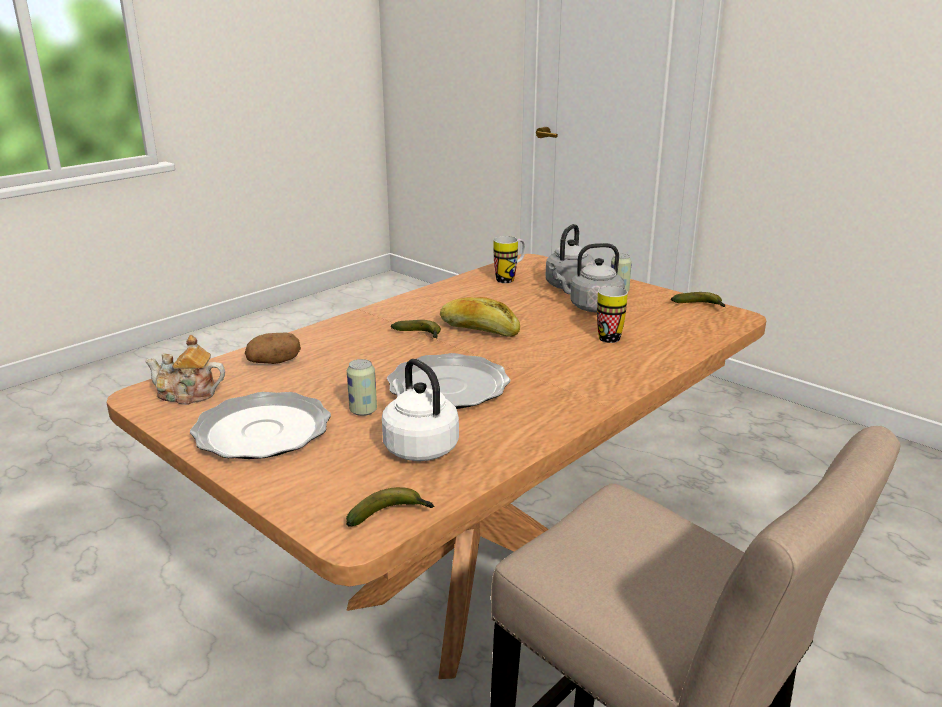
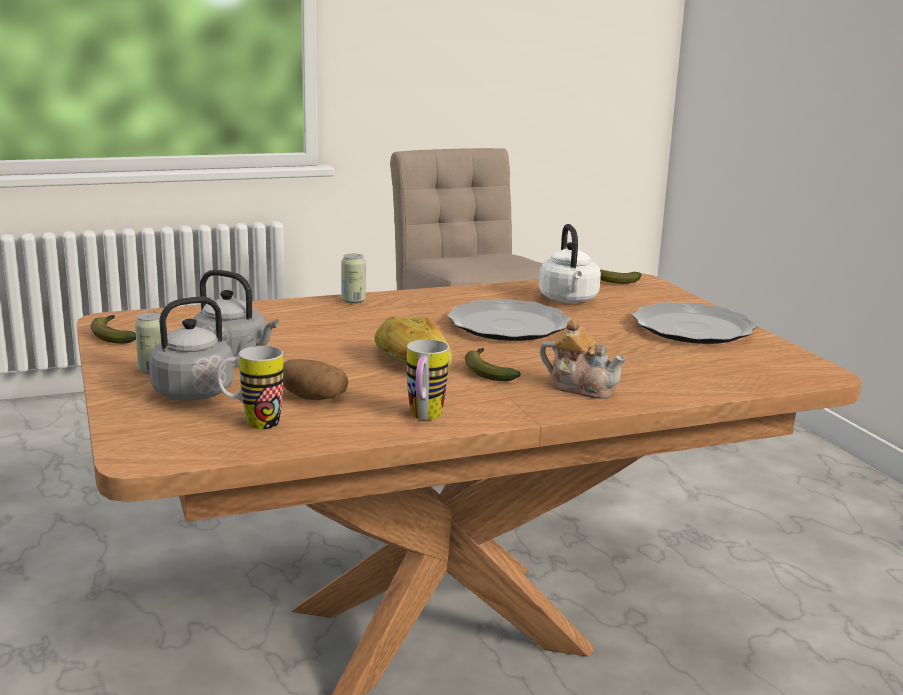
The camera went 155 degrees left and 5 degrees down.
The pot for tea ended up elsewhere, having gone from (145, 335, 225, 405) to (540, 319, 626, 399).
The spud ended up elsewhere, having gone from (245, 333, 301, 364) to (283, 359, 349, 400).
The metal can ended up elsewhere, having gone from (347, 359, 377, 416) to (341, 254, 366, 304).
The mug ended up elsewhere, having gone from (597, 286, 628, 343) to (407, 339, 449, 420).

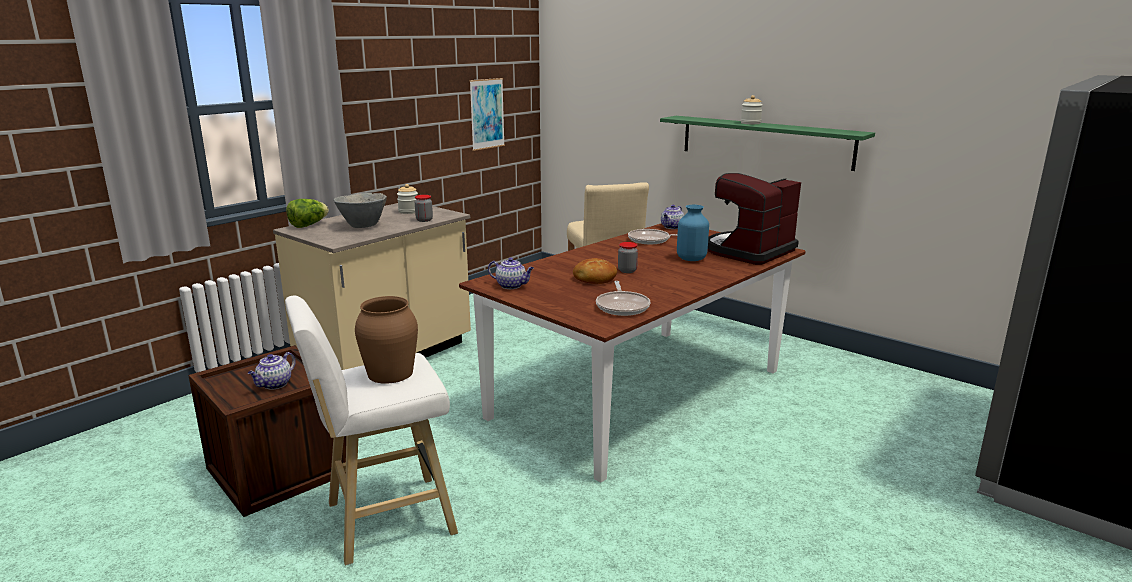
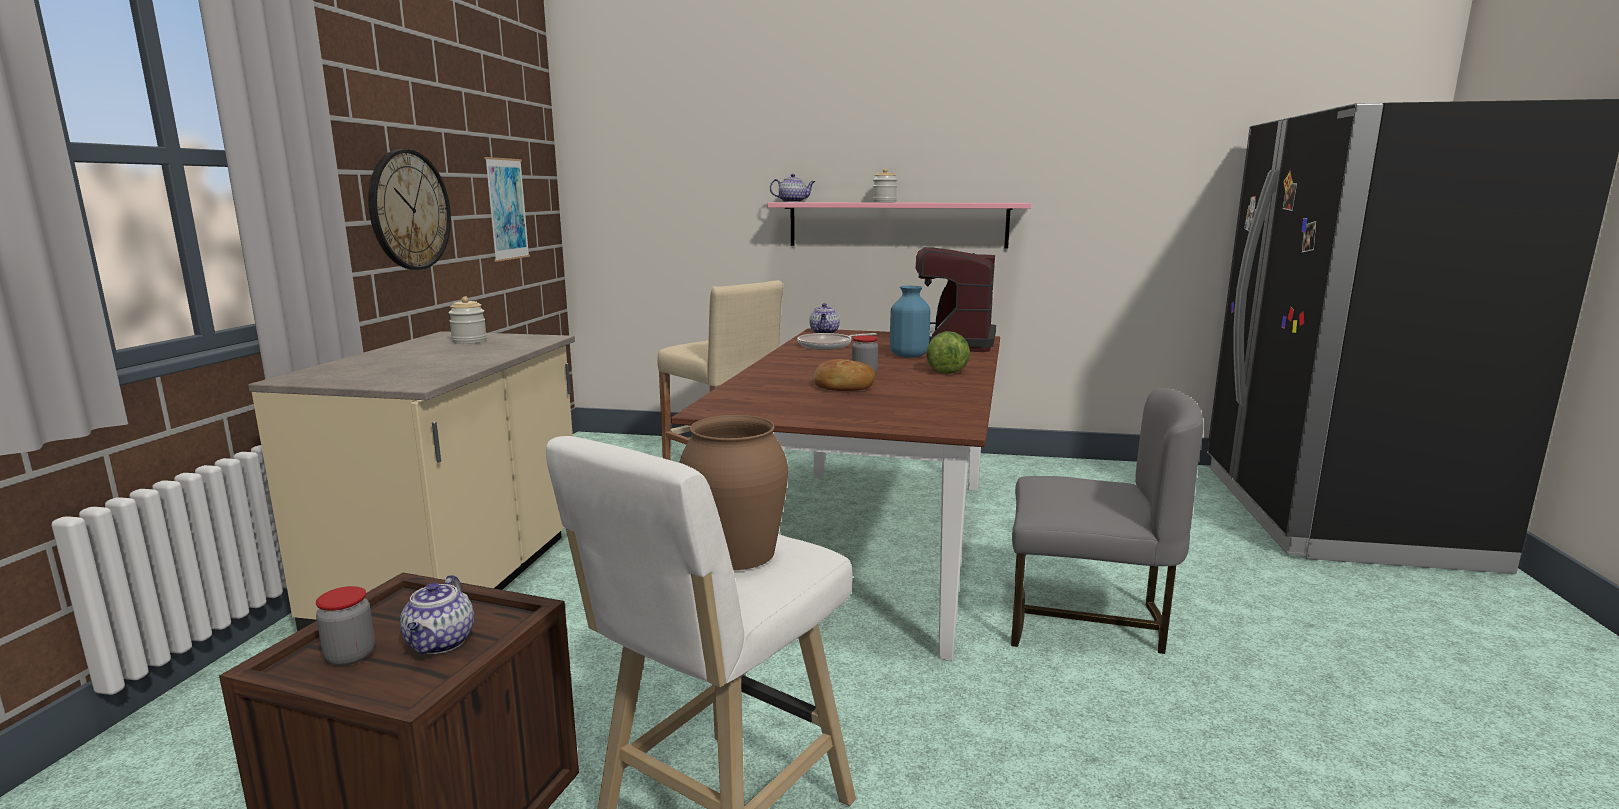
The camera went 30 degrees left and 5 degrees down.
The lettuce head ended up elsewhere, having gone from (286, 199, 329, 228) to (926, 331, 970, 374).
The second view lost the grey bowl at (334, 193, 387, 228).
The jar ended up elsewhere, having gone from (415, 195, 433, 222) to (316, 586, 375, 666).
The pot for tea ended up elsewhere, having gone from (488, 257, 534, 289) to (770, 174, 815, 202).
The second view lost the frying pan at (596, 281, 650, 316).
What was the greenish bracket shelf at (660, 116, 875, 171) turned into the pink-coloured bracket shelf at (767, 202, 1031, 248).
The second view gained the hanging clock at (368, 149, 451, 270).
The second view gained the grey upright chair at (1011, 388, 1203, 654).

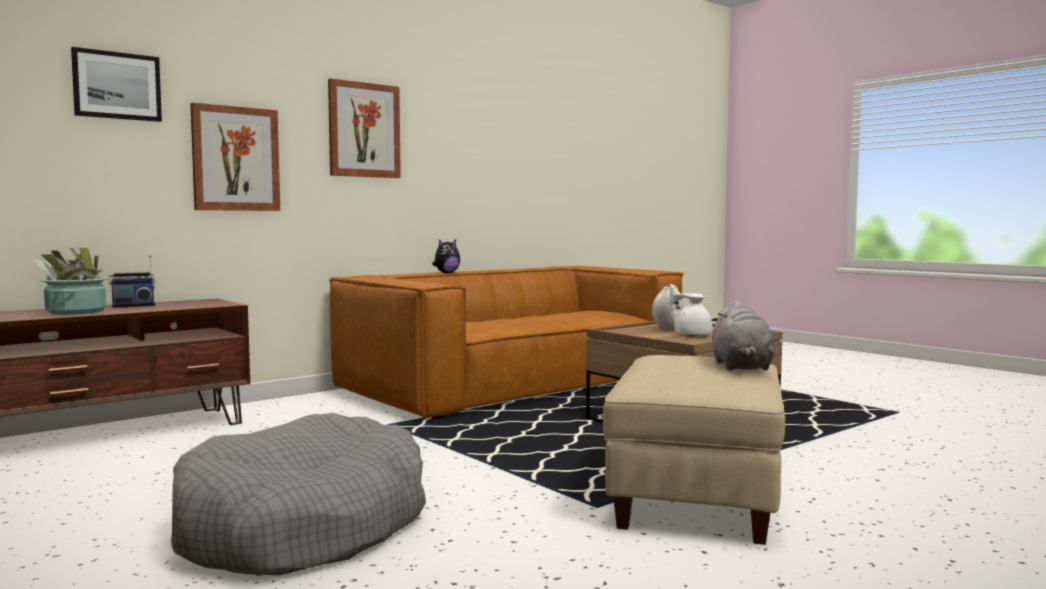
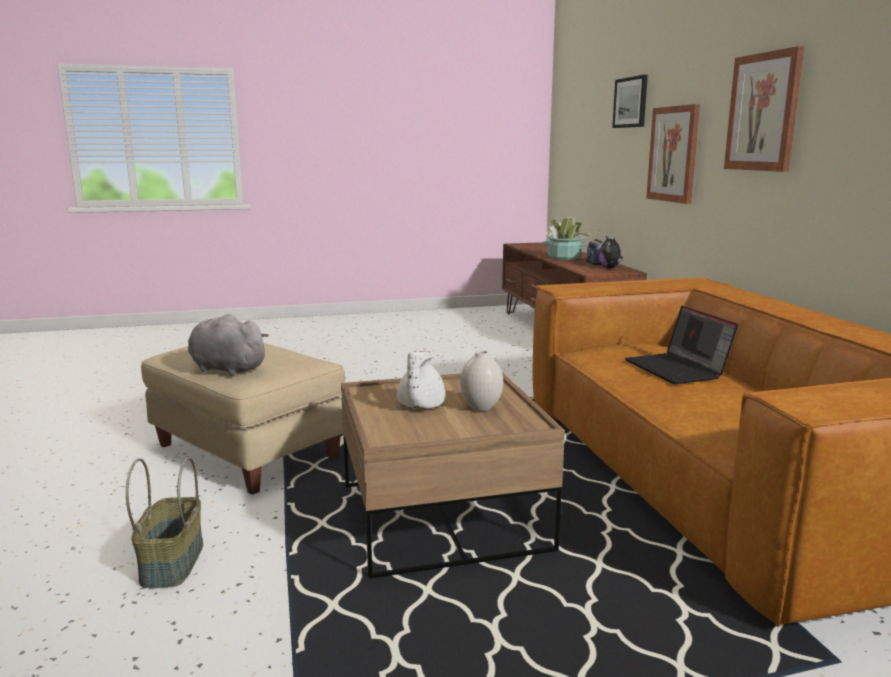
The camera went 115 degrees right and 10 degrees up.
The second view lost the grey pet bed at (171, 413, 426, 575).
The soft toy ended up elsewhere, having gone from (432, 240, 460, 273) to (599, 236, 623, 268).
The white pot for tea at (670, 284, 712, 336) ended up facing another way, 120 degrees clockwise from before.
The second view gained the household basket at (126, 457, 203, 588).
The second view gained the portable computer at (625, 306, 738, 384).

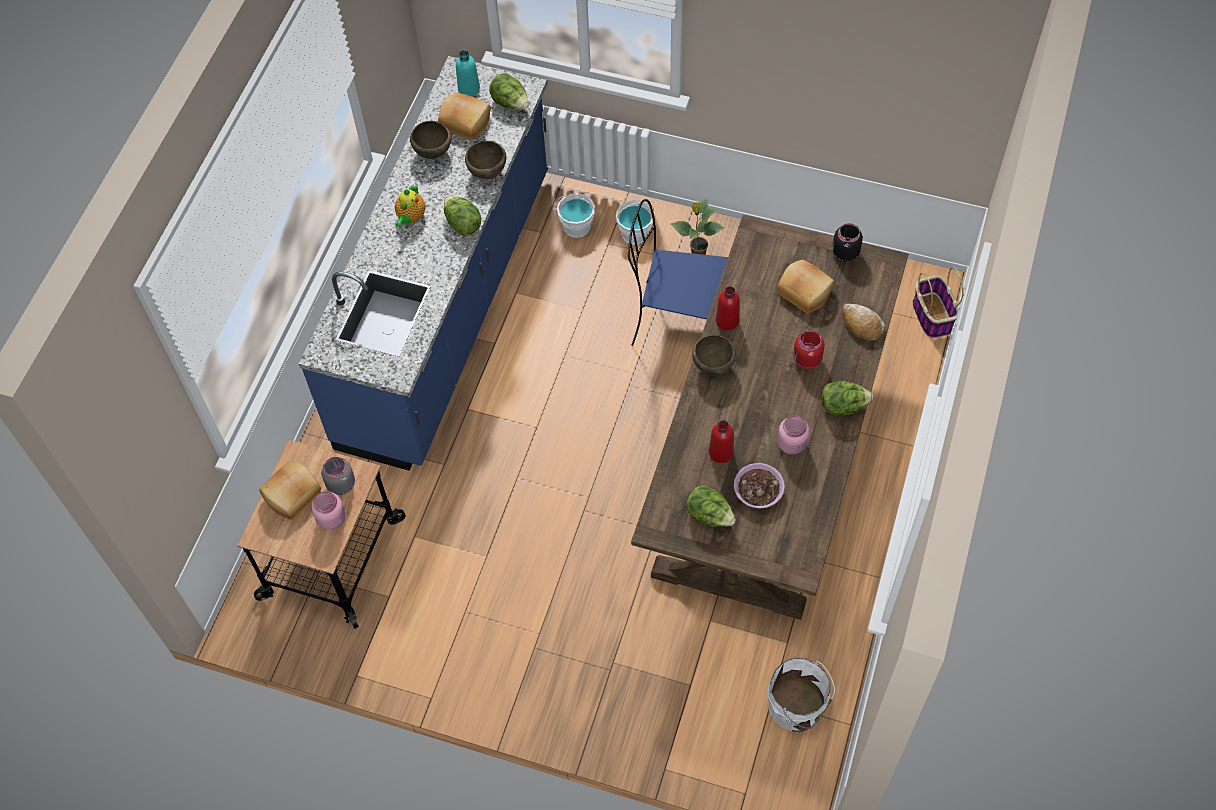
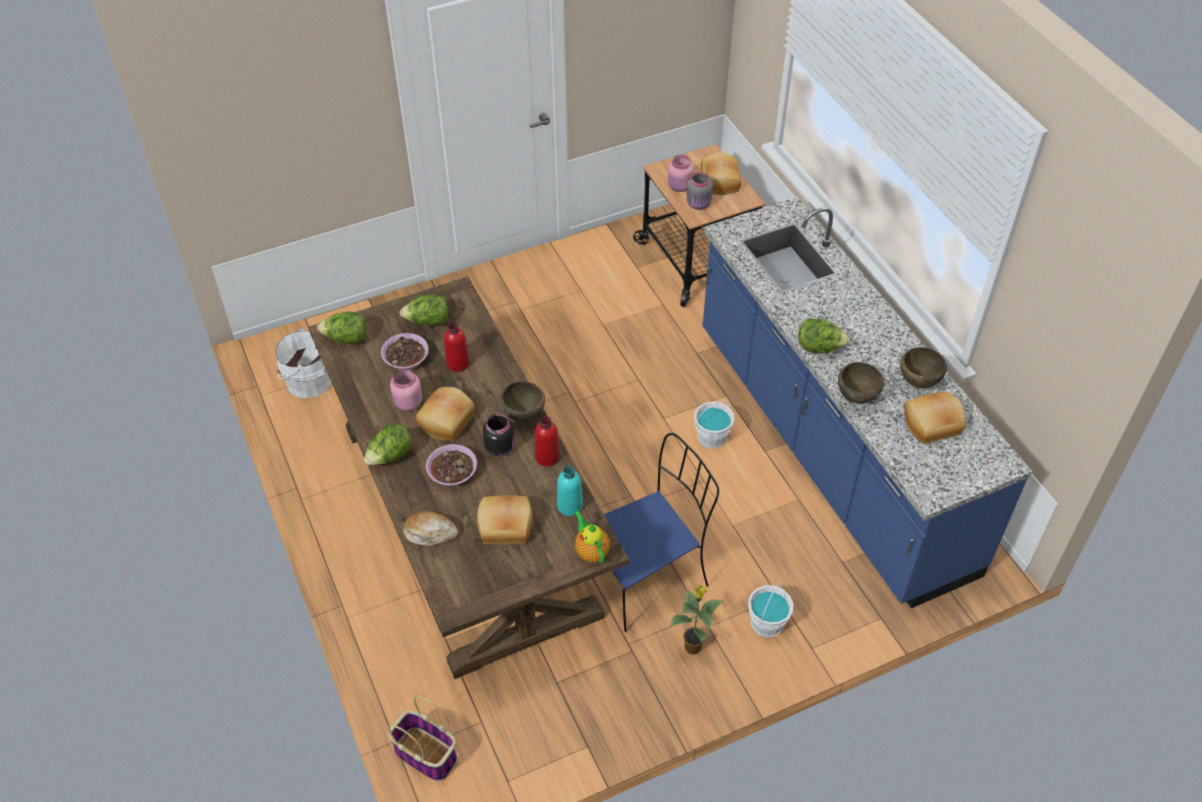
The camera went 135 degrees right and 10 degrees down.
The pot for tea ended up elsewhere, having gone from (395, 185, 425, 227) to (574, 510, 610, 563).
The blue-green drink bottle ended up elsewhere, having gone from (456, 50, 480, 96) to (557, 466, 583, 516).
The lettuce head ended up elsewhere, having gone from (489, 73, 529, 110) to (317, 312, 366, 344).
The white pail ended up elsewhere, having gone from (557, 193, 595, 238) to (694, 401, 734, 449).
Where the red jar stood at (793, 330, 824, 369), the bowl came to stand at (426, 444, 477, 486).
The black-coloured jar ended up elsewhere, having gone from (832, 223, 863, 262) to (483, 414, 515, 456).
The second view gained the baked bread at (415, 387, 475, 441).

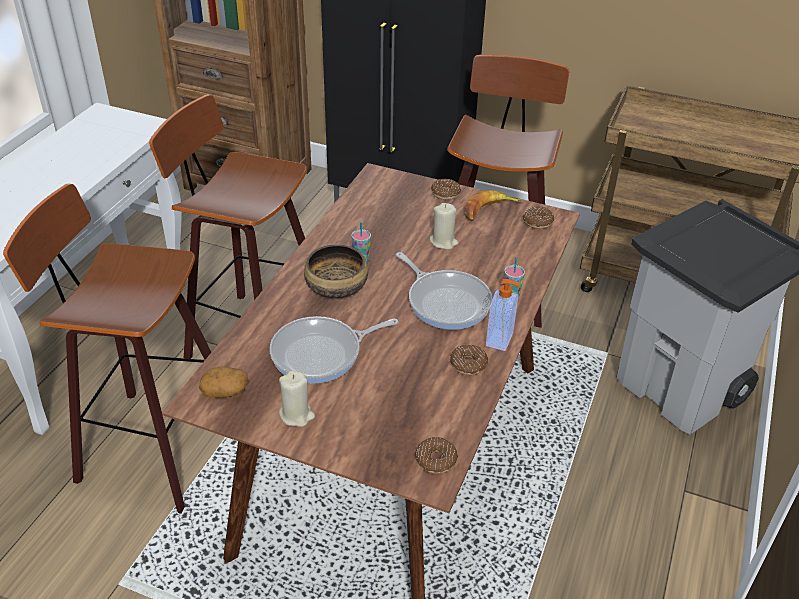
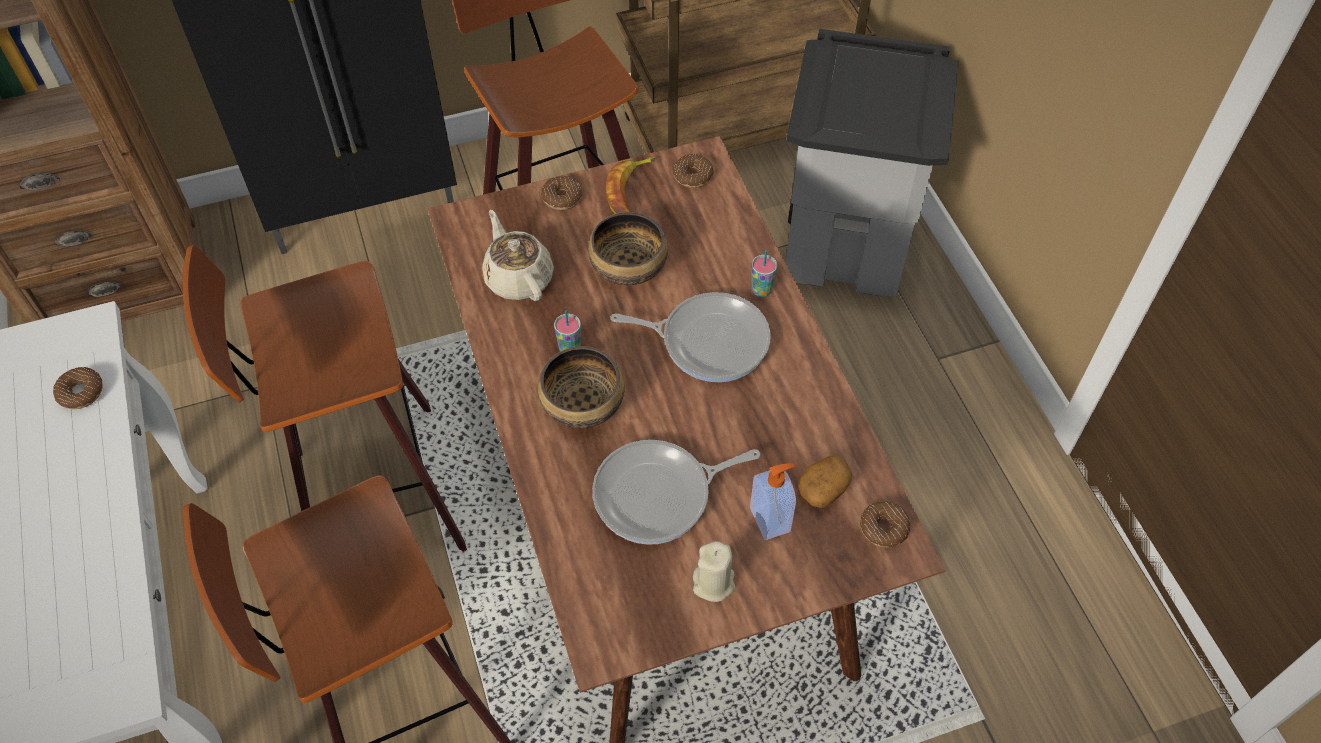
The camera went 40 degrees left and 15 degrees up.
The spud ended up elsewhere, having gone from (199, 366, 248, 398) to (798, 456, 852, 508).
The frying pan at (270, 316, 398, 383) ended up facing another way, 45 degrees clockwise from before.
Where the beige candle stood at (430, 203, 458, 250), the bowl came to stand at (588, 212, 668, 285).
The doughnut ended up elsewhere, having gone from (450, 345, 488, 375) to (53, 367, 103, 409).
The soap bottle ended up elsewhere, having gone from (486, 279, 520, 351) to (750, 463, 796, 540).
The second view gained the beige pot for tea at (482, 210, 554, 301).

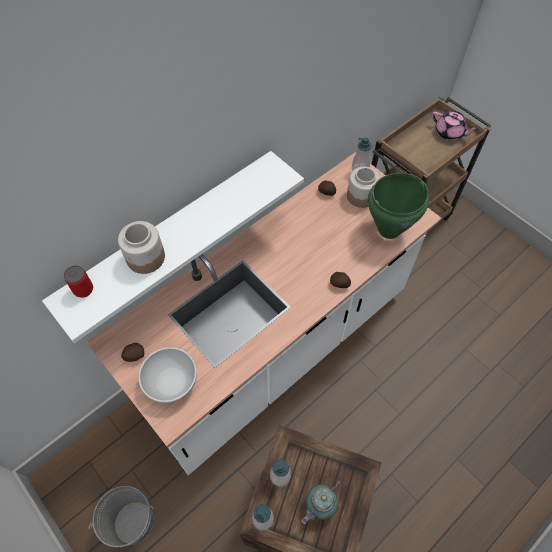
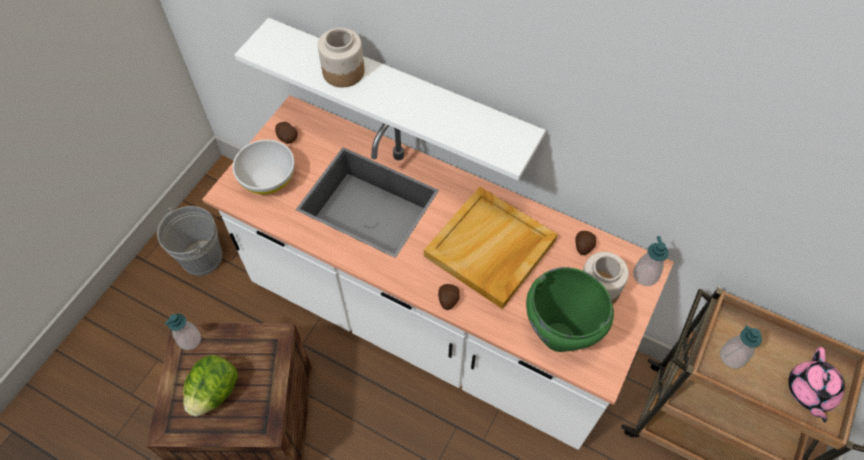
The camera went 70 degrees right and 0 degrees up.
The second view lost the metal can at (64, 265, 93, 298).
The soap bottle ended up elsewhere, having gone from (270, 459, 291, 487) to (720, 325, 762, 368).
Where the pot for tea stood at (302, 481, 341, 524), the lettuce head came to stand at (183, 355, 238, 417).
The second view gained the beige tray at (424, 187, 558, 309).

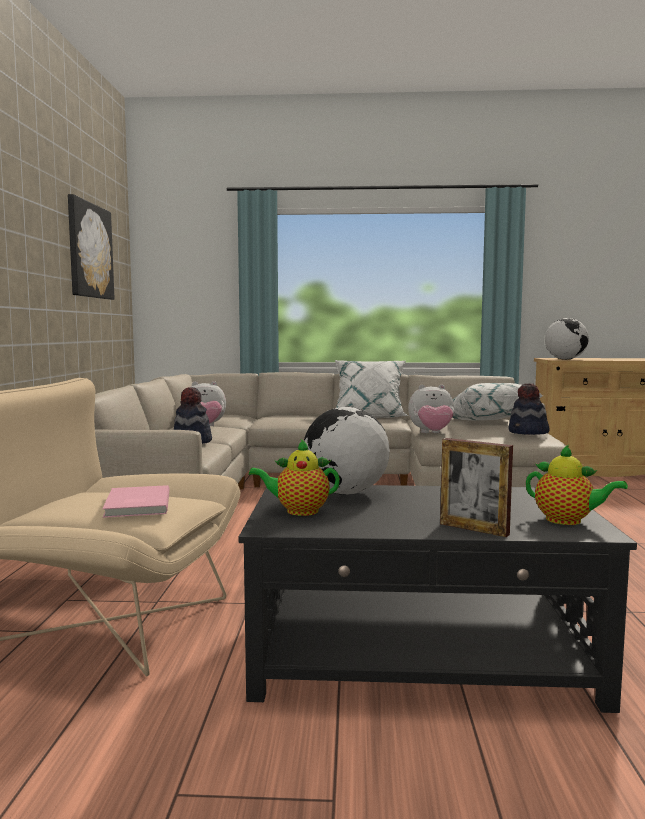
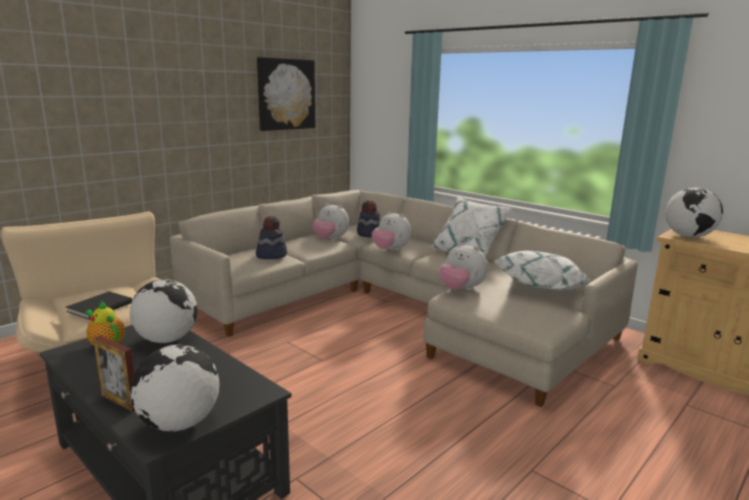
The camera went 40 degrees right and 10 degrees up.
What was the pink-coloured book at (102, 485, 170, 518) turned into the black-coloured book at (66, 291, 132, 320).
The picture frame at (440, 438, 513, 537) ended up facing another way, 45 degrees counterclockwise from before.
The hat ended up elsewhere, having gone from (508, 383, 550, 435) to (357, 200, 381, 238).
Where the pot for tea stood at (526, 445, 628, 525), the desk globe came to stand at (130, 344, 219, 432).
The second view gained the soft toy at (372, 211, 411, 251).

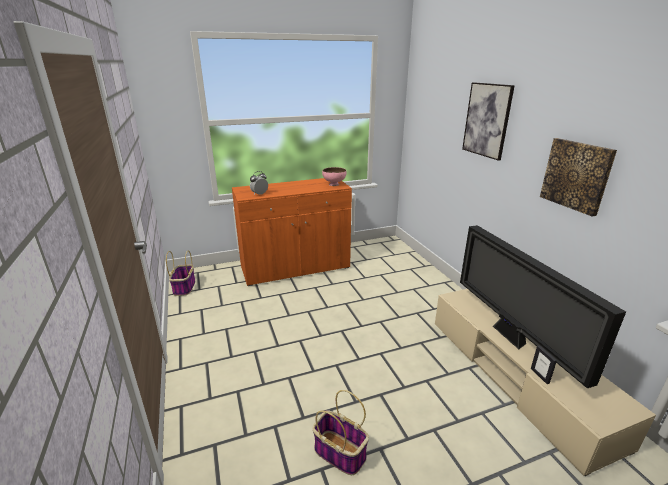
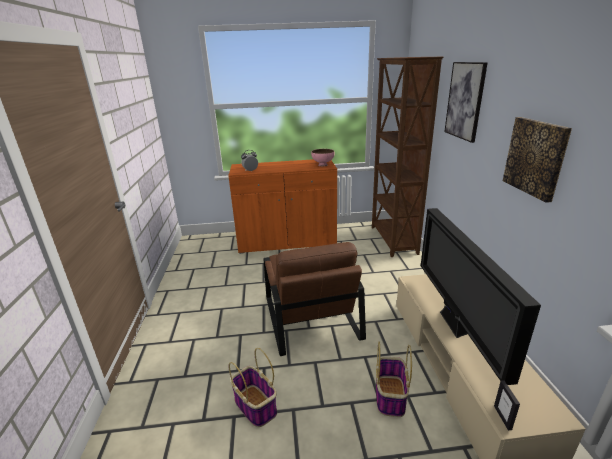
The camera went 15 degrees right and 0 degrees up.
The household basket ended up elsewhere, having gone from (166, 250, 196, 296) to (376, 342, 412, 417).
The picture frame ended up elsewhere, having gone from (531, 345, 557, 384) to (494, 380, 520, 430).
The second view gained the brown armchair at (264, 242, 366, 356).
The second view gained the brown bookcase at (372, 57, 443, 257).

